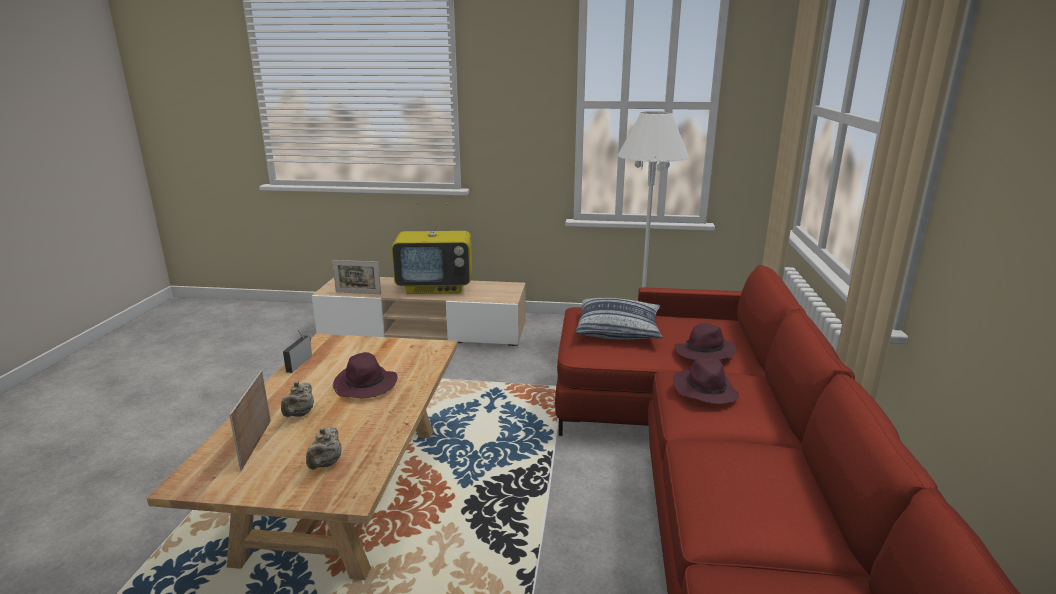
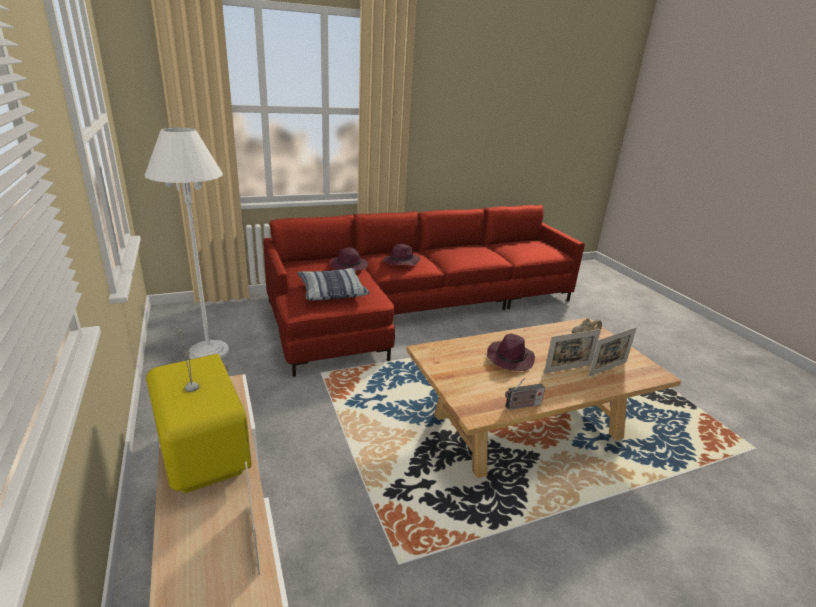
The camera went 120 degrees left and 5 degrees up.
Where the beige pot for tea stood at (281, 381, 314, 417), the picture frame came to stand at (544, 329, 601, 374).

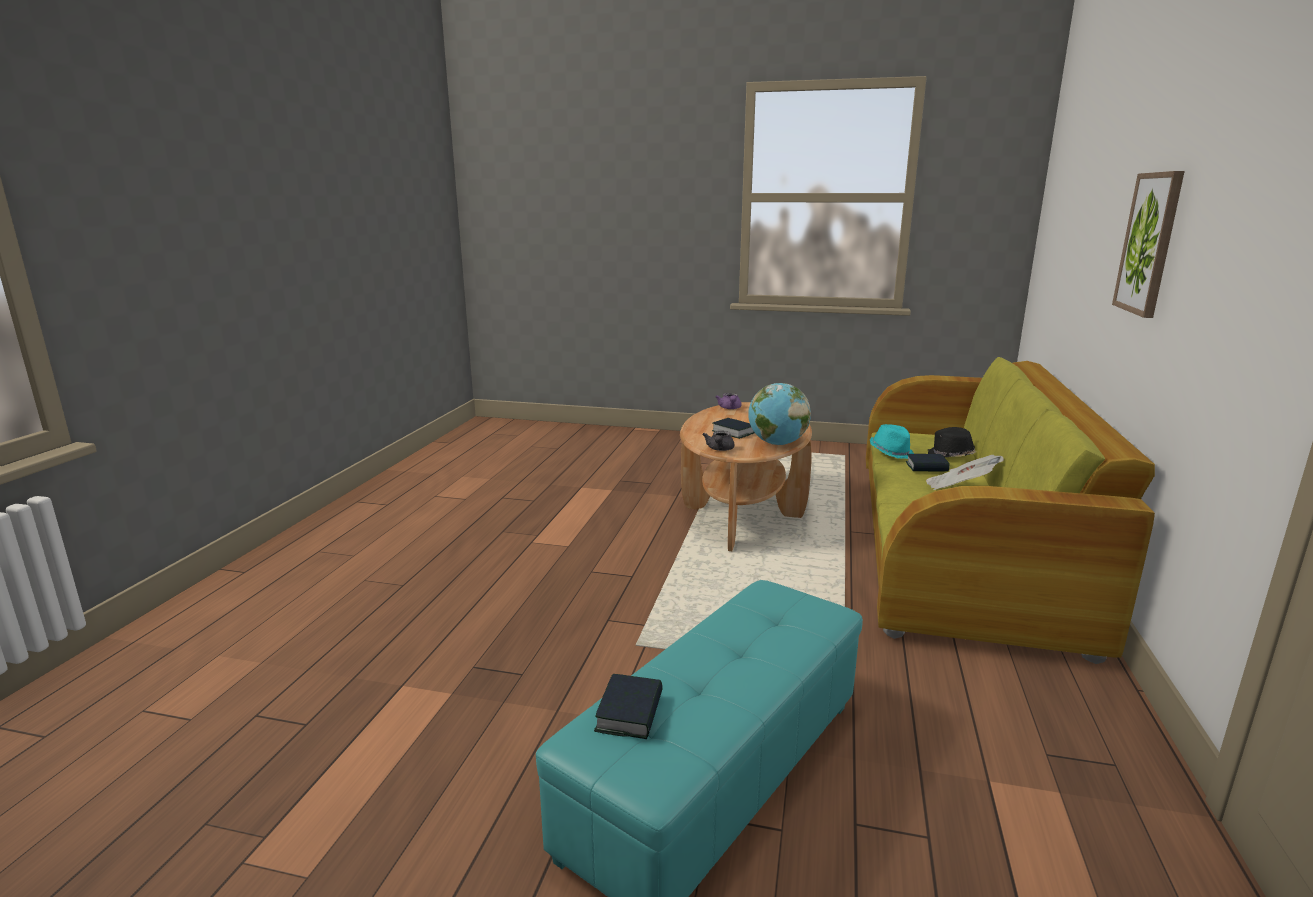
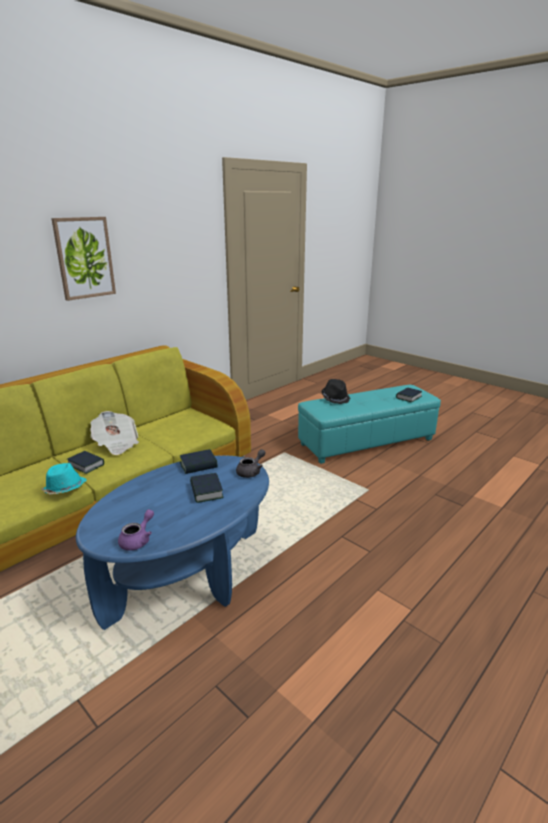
The camera went 150 degrees left and 5 degrees up.
What was the brown lounge table at (680, 402, 812, 551) turned into the blue lounge table at (76, 455, 269, 630).
Where the desk globe stood at (748, 383, 811, 445), the book came to stand at (180, 449, 218, 474).
The black-coloured hat ended up elsewhere, having gone from (928, 427, 976, 457) to (321, 379, 350, 404).

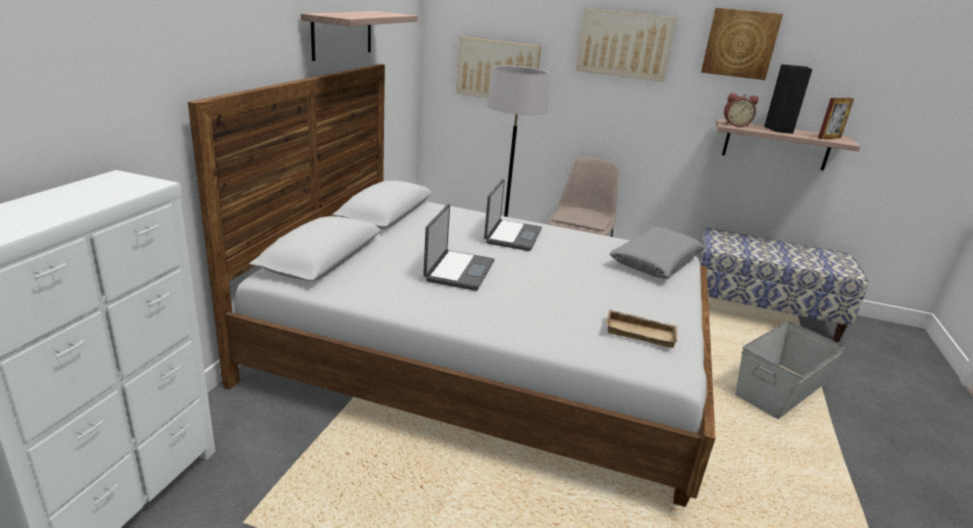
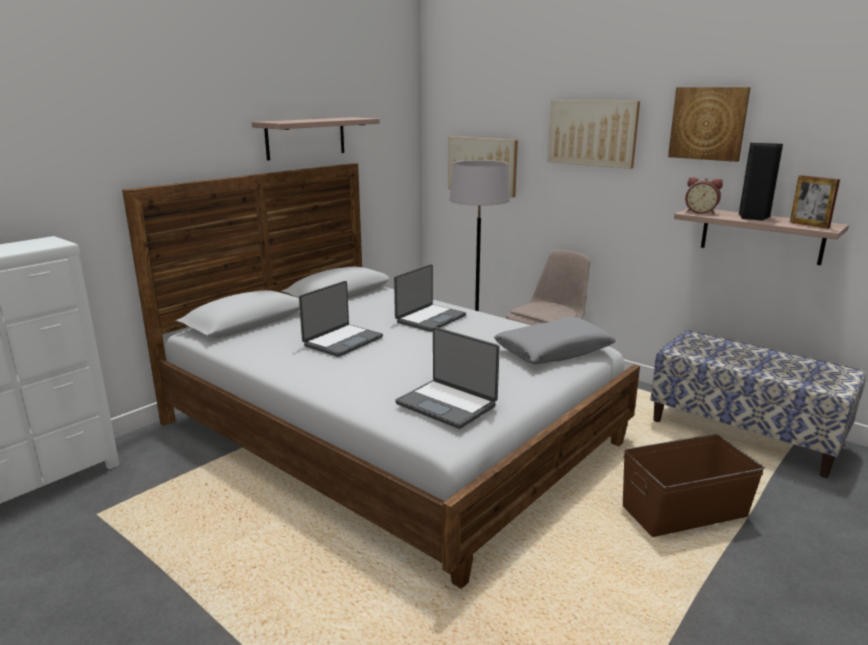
The camera went 25 degrees right and 5 degrees down.
Where the beige tray stood at (606, 309, 678, 348), the portable computer came to stand at (395, 327, 500, 429).
What was the grey storage container at (735, 321, 845, 419) turned into the brown storage container at (623, 434, 765, 537).
The picture frame at (818, 98, 854, 139) ended up facing another way, 60 degrees clockwise from before.

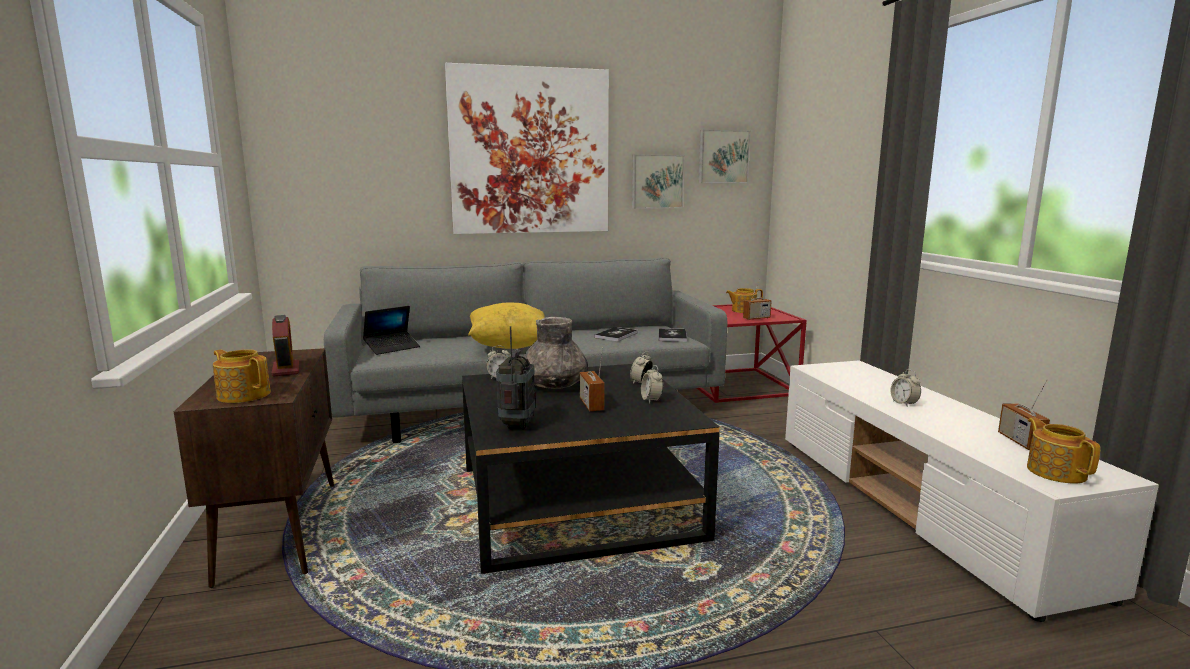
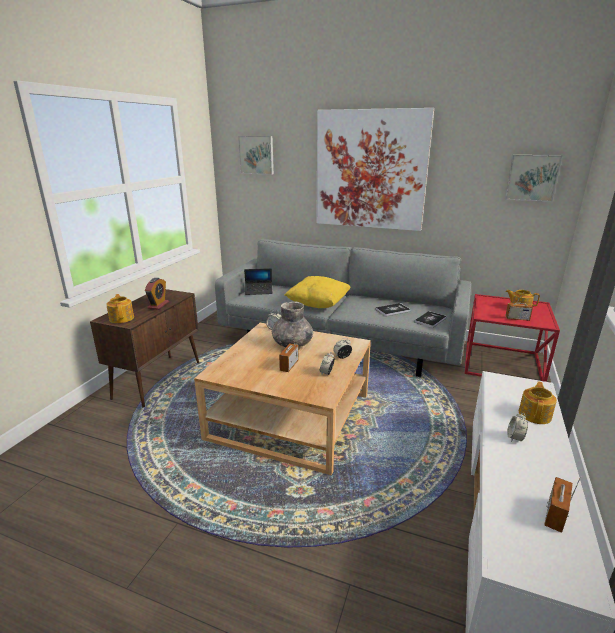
The camera went 35 degrees right and 10 degrees up.
What was the black-coloured lounge table at (462, 364, 720, 574) turned into the beige lounge table at (194, 323, 371, 475).
The second view lost the radio receiver at (496, 326, 536, 430).
The wall picture ended up elsewhere, having gone from (632, 155, 685, 209) to (238, 136, 274, 175).
The pot for tea ended up elsewhere, having gone from (1027, 418, 1100, 484) to (519, 381, 557, 424).

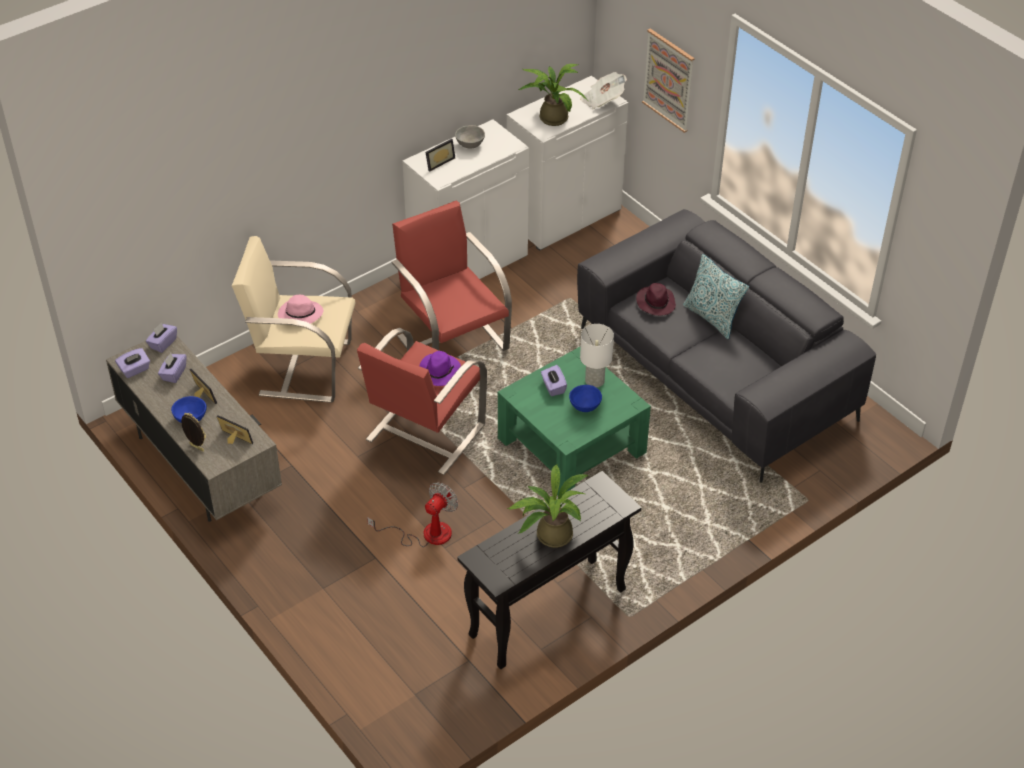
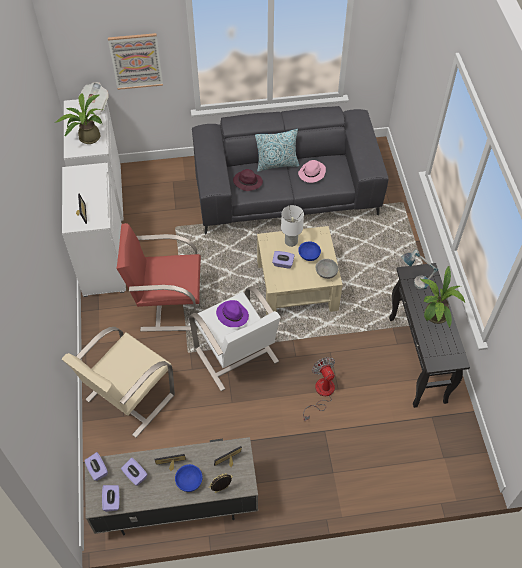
The camera went 60 degrees left and 10 degrees up.
The pink-coloured hat ended up elsewhere, having gone from (278, 295, 323, 324) to (298, 160, 326, 183).
What was the red armchair at (357, 328, 487, 475) turned into the white armchair at (189, 286, 282, 391).
The grey bowl ended up elsewhere, having gone from (455, 125, 485, 149) to (316, 259, 339, 279).
What was the greenish lounge table at (498, 346, 651, 496) turned into the beige lounge table at (257, 226, 343, 315).
The second view gained the tabletop lamp at (401, 249, 438, 290).

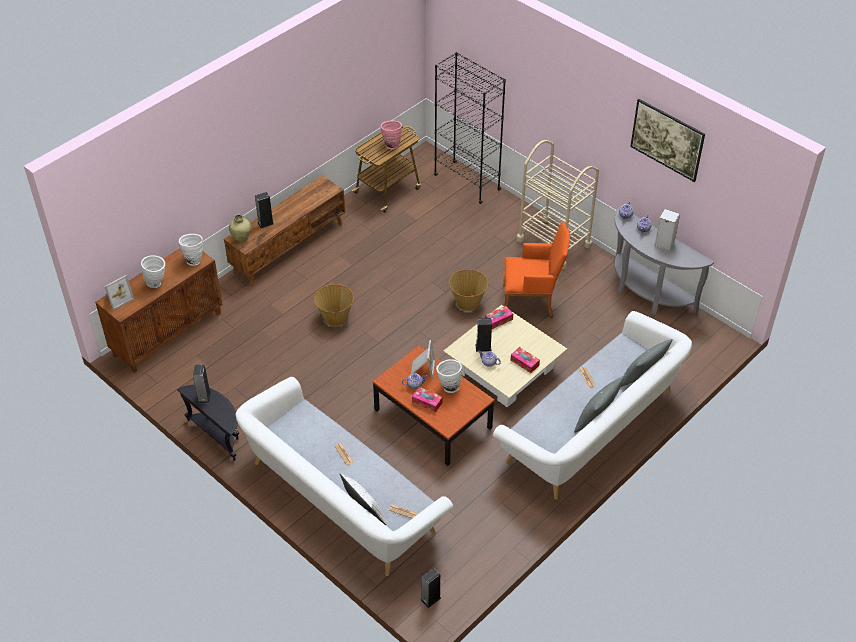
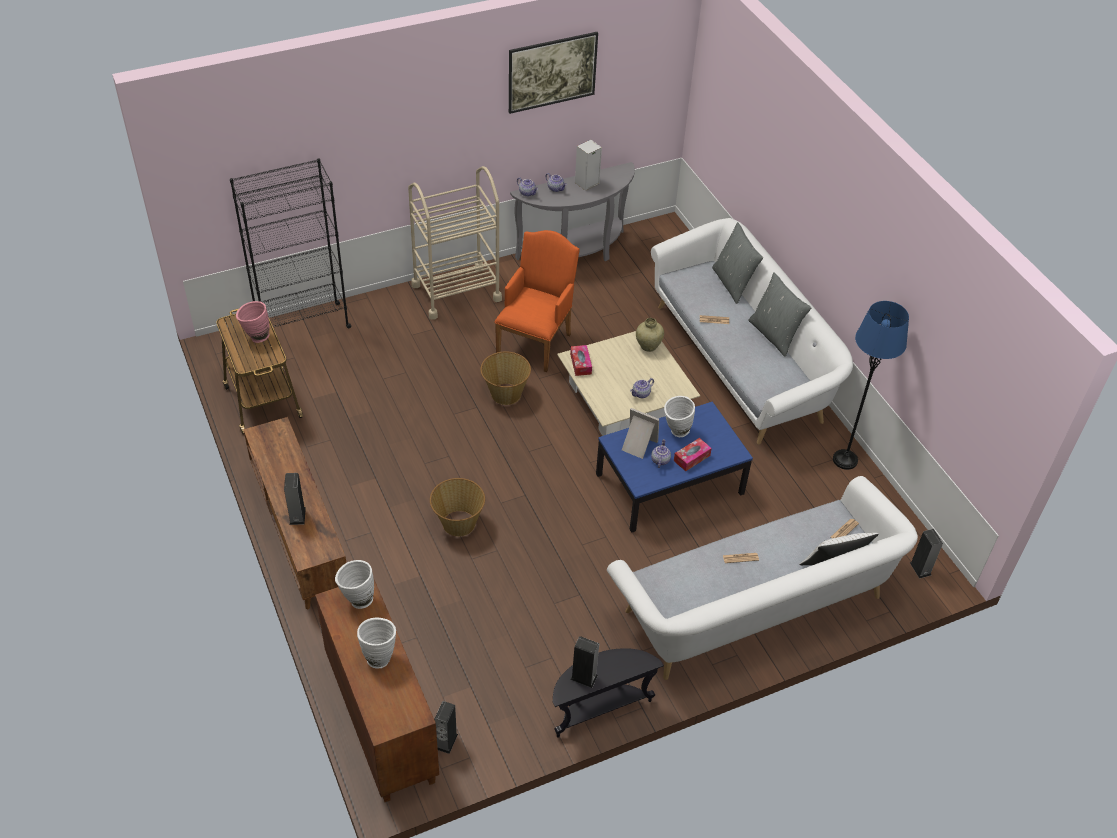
The camera went 70 degrees left and 0 degrees up.
The second view lost the picture frame at (105, 275, 134, 310).
The beige vase ended up elsewhere, having gone from (229, 215, 251, 242) to (636, 318, 664, 352).
What was the brown lounge table at (373, 346, 494, 466) turned into the blue lounge table at (596, 402, 753, 533).
The speaker ended up elsewhere, having gone from (475, 318, 492, 352) to (434, 701, 458, 754).
The second view lost the tissue holder at (511, 347, 540, 373).
The second view gained the blue standing lamp at (833, 301, 909, 470).

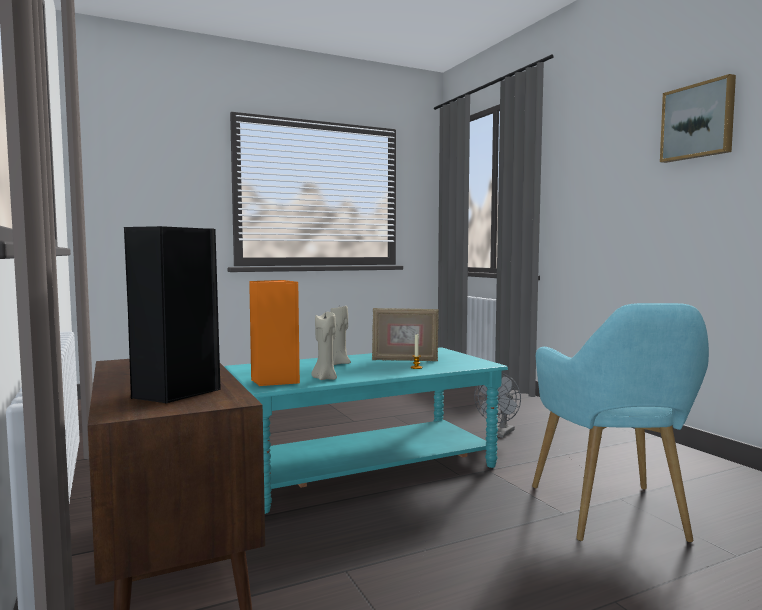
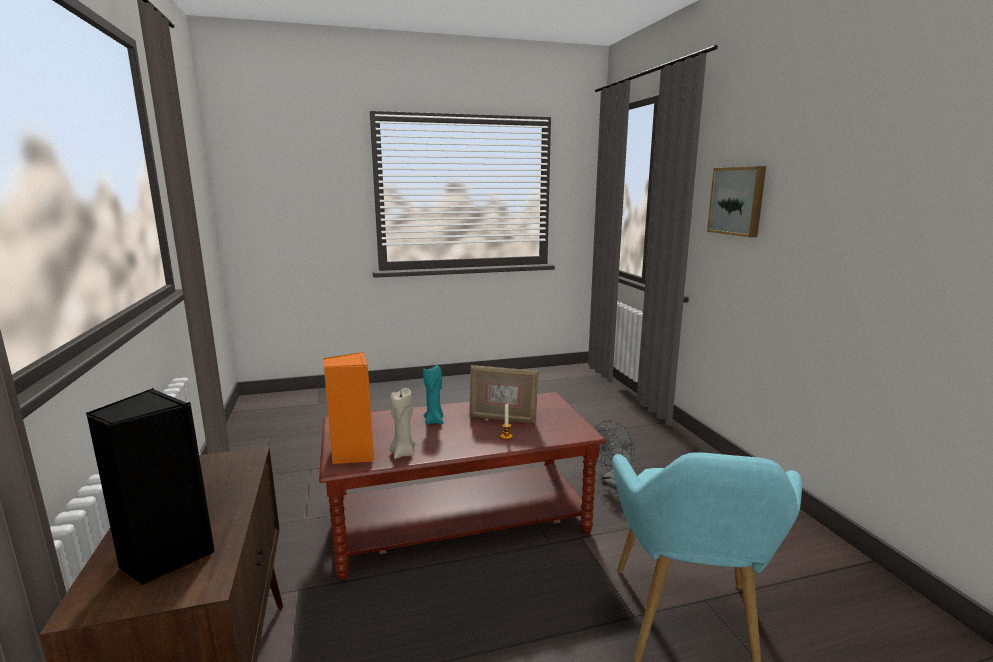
The camera went 10 degrees right and 10 degrees up.
What was the blue-green lounge table at (224, 347, 508, 514) turned into the brown lounge table at (319, 392, 606, 580).
What was the beige candle at (330, 306, 351, 365) turned into the blue-green candle at (423, 365, 443, 424).
The wall picture ended up elsewhere, having gone from (660, 74, 736, 163) to (707, 166, 766, 237).

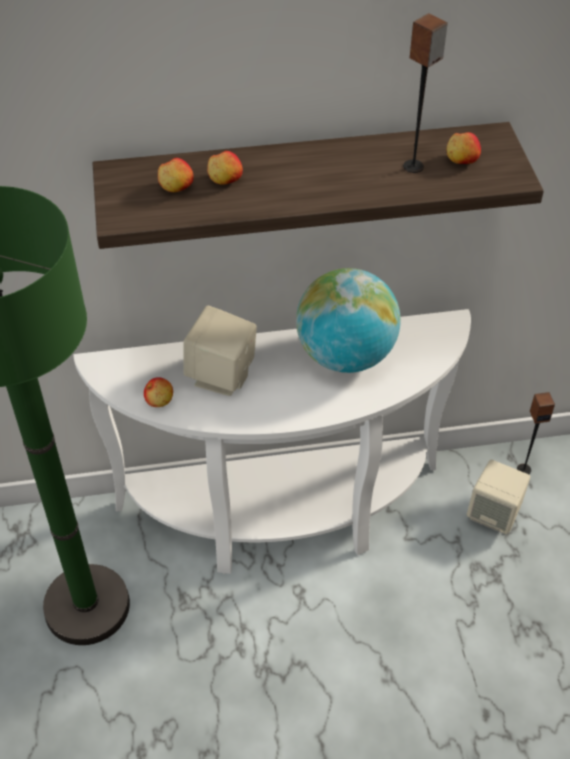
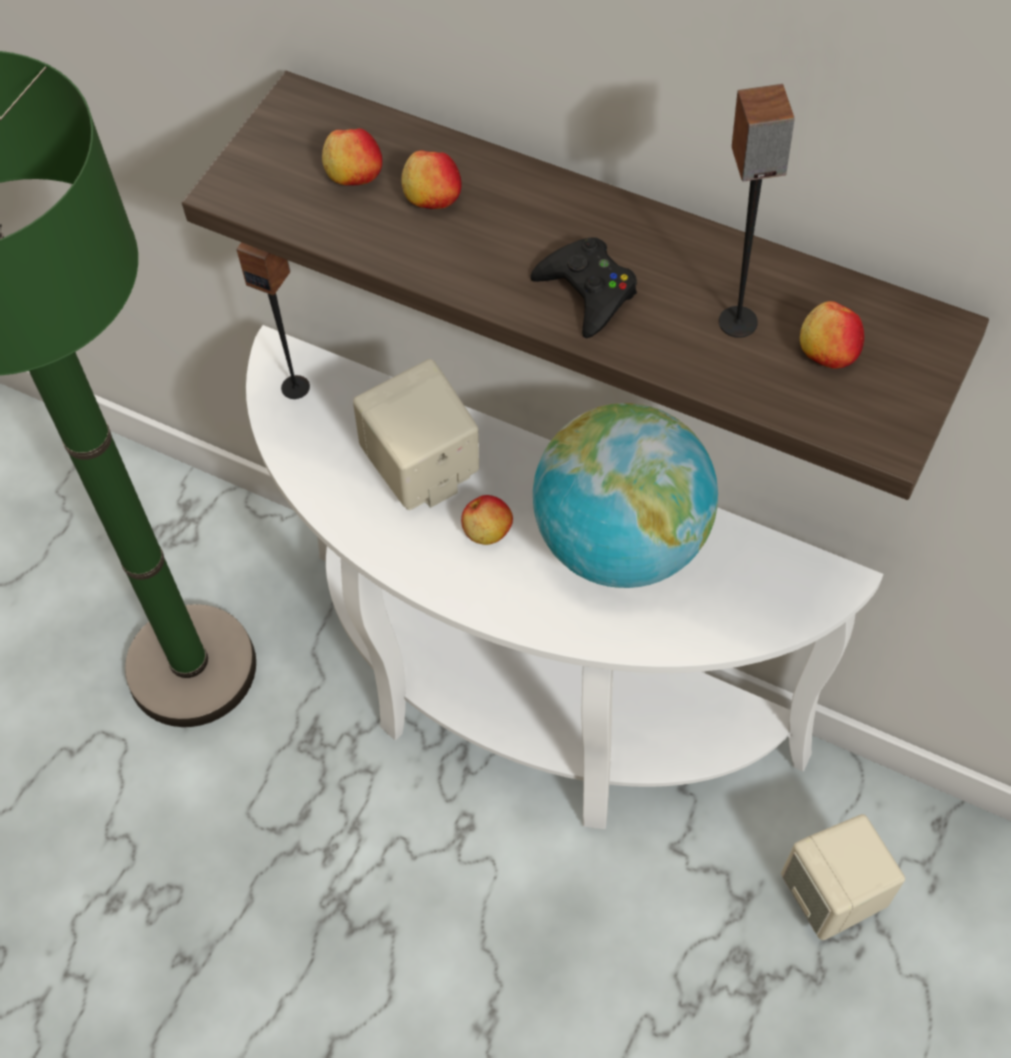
The camera went 40 degrees right and 10 degrees up.
The apple ended up elsewhere, having gone from (144, 377, 173, 407) to (461, 495, 513, 545).
The speaker ended up elsewhere, having gone from (517, 392, 555, 474) to (237, 242, 310, 399).
The second view gained the black-coloured game controller at (530, 237, 637, 338).

